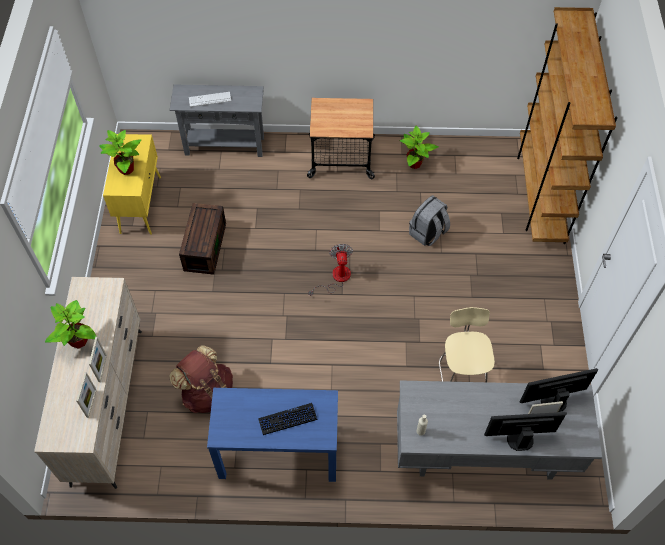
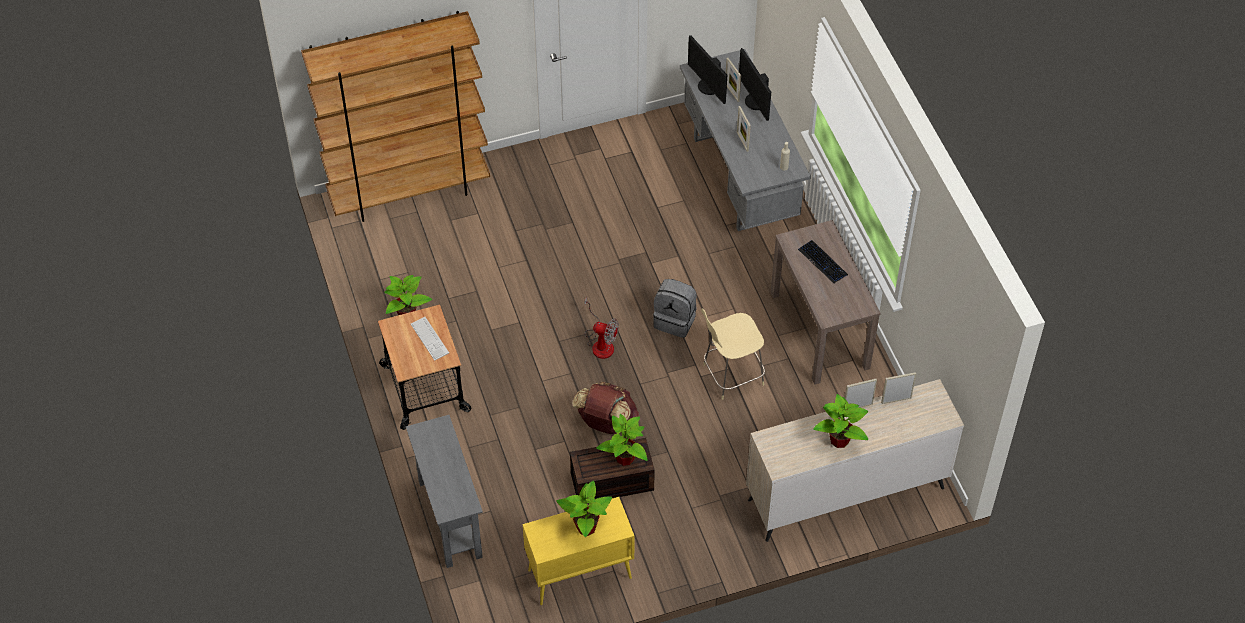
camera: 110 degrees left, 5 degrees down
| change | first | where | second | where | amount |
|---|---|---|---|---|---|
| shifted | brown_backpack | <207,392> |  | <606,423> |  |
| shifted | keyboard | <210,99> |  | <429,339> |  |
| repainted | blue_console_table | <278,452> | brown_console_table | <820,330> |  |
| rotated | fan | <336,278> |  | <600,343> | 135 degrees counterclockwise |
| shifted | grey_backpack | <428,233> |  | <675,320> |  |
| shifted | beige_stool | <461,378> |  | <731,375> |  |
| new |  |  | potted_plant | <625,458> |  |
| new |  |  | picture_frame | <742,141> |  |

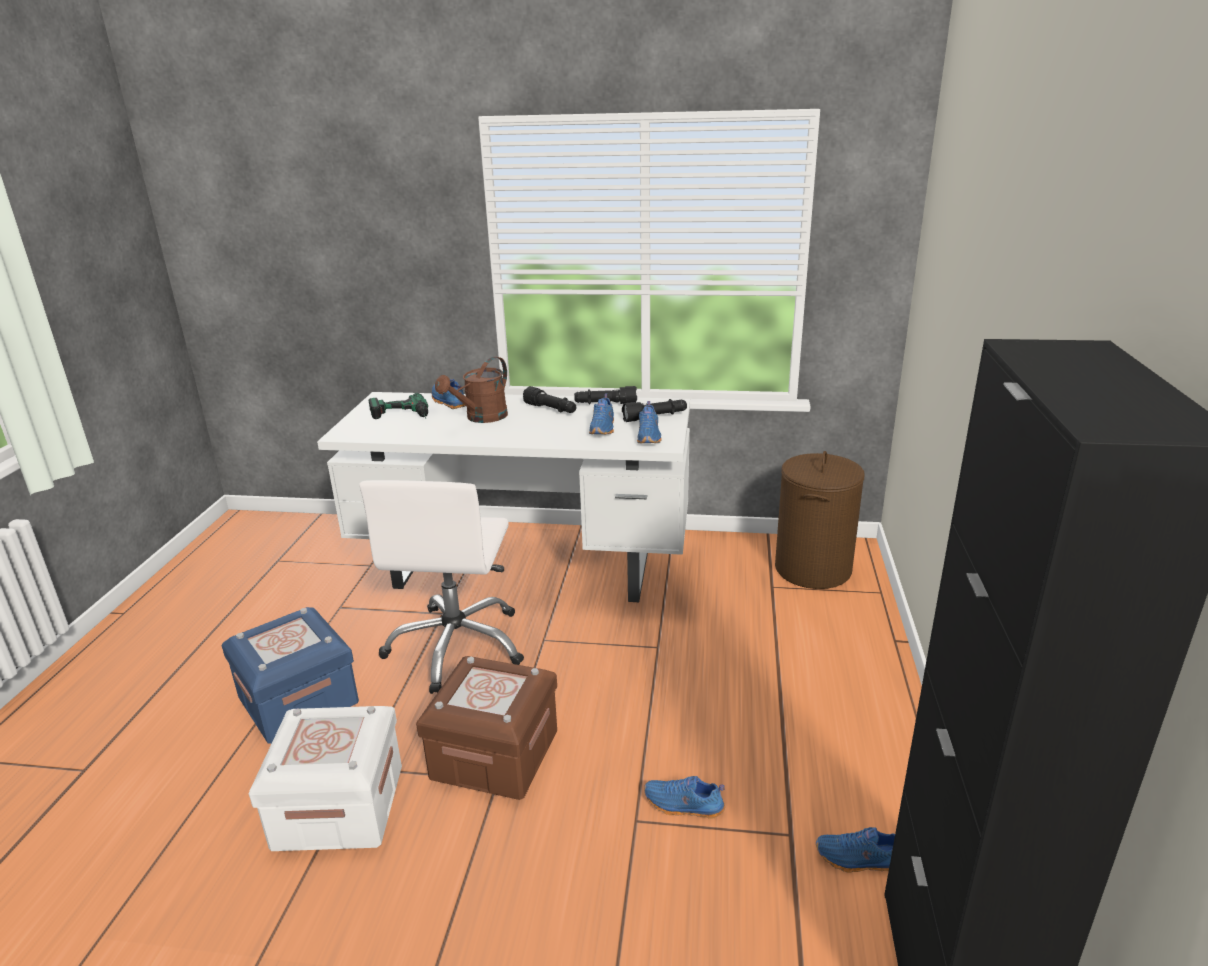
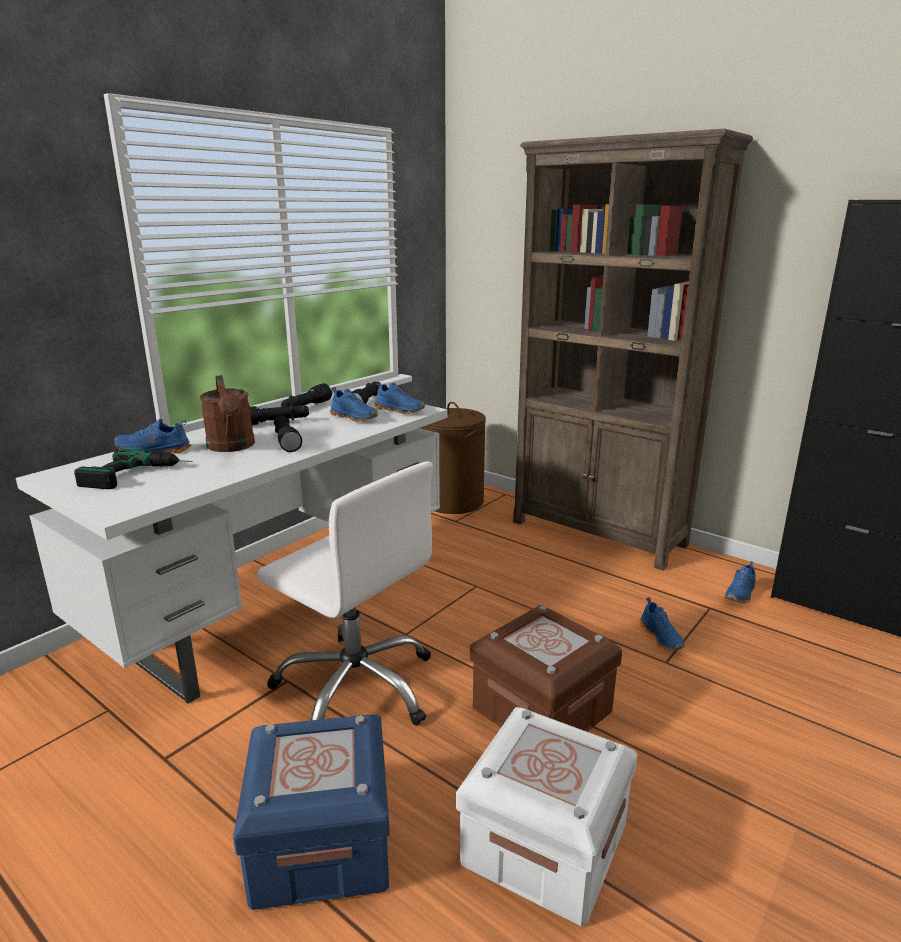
camera: 60 degrees left, 5 degrees down
| change | first | where | second | where | amount |
|---|---|---|---|---|---|
| rotated | blue_shoe | <683,806> |  | <662,637> | 60 degrees counterclockwise |
| new |  |  | black_flashlight | <286,441> |  |
| new |  |  | brown_bookcase | <599,533> |  |

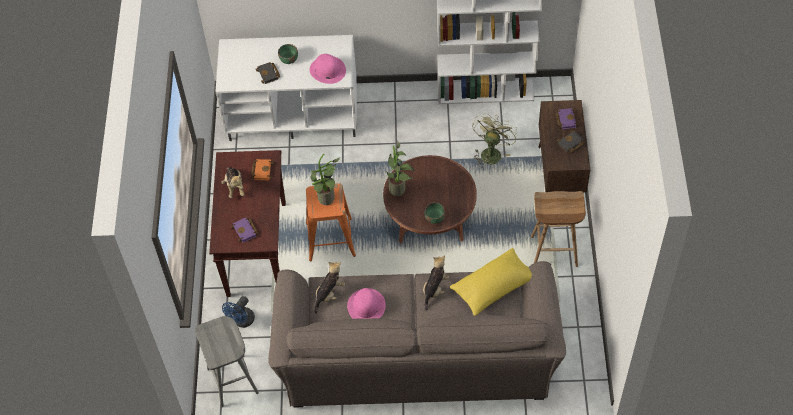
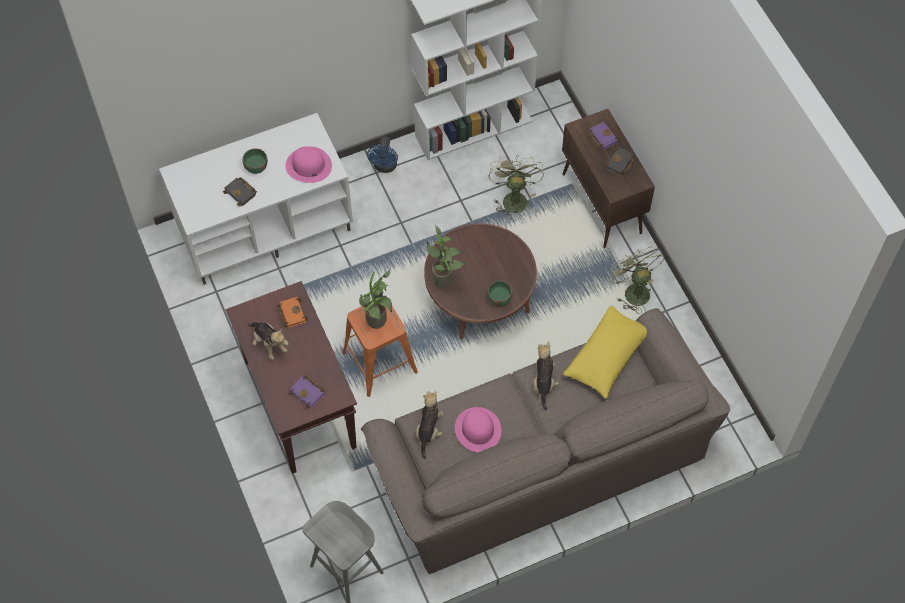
camera: 25 degrees left, 5 degrees up
| change | first | where | second | where | amount |
|---|---|---|---|---|---|
| shifted | blue_fan | <241,321> |  | <384,167> |  |
| swapped | brown_stool | <553,252> | green_fan | <633,290> |  |

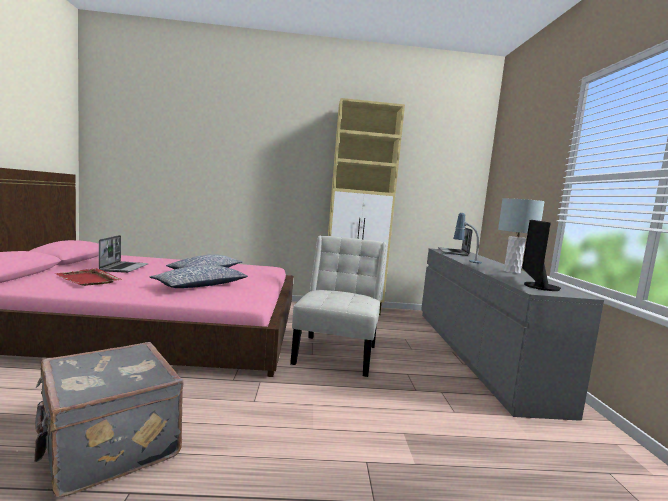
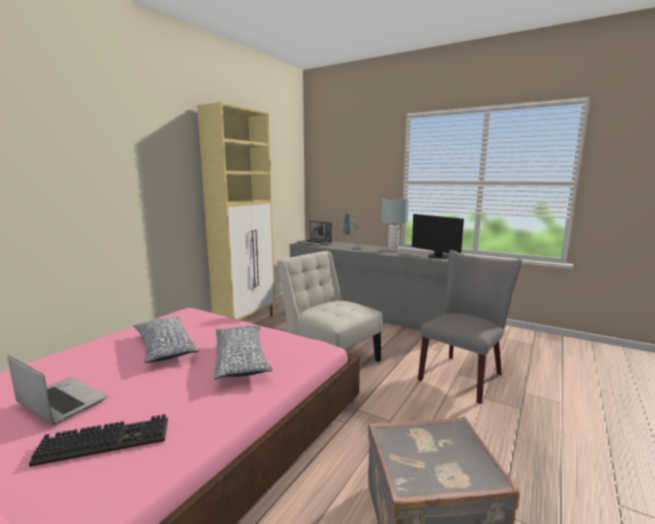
camera: 55 degrees left, 5 degrees up
| change | first | where | second | where | amount |
|---|---|---|---|---|---|
| swapped | red_tray | <88,279> | keyboard | <107,440> |  |
| new |  |  | grey_chair | <463,375> |  |

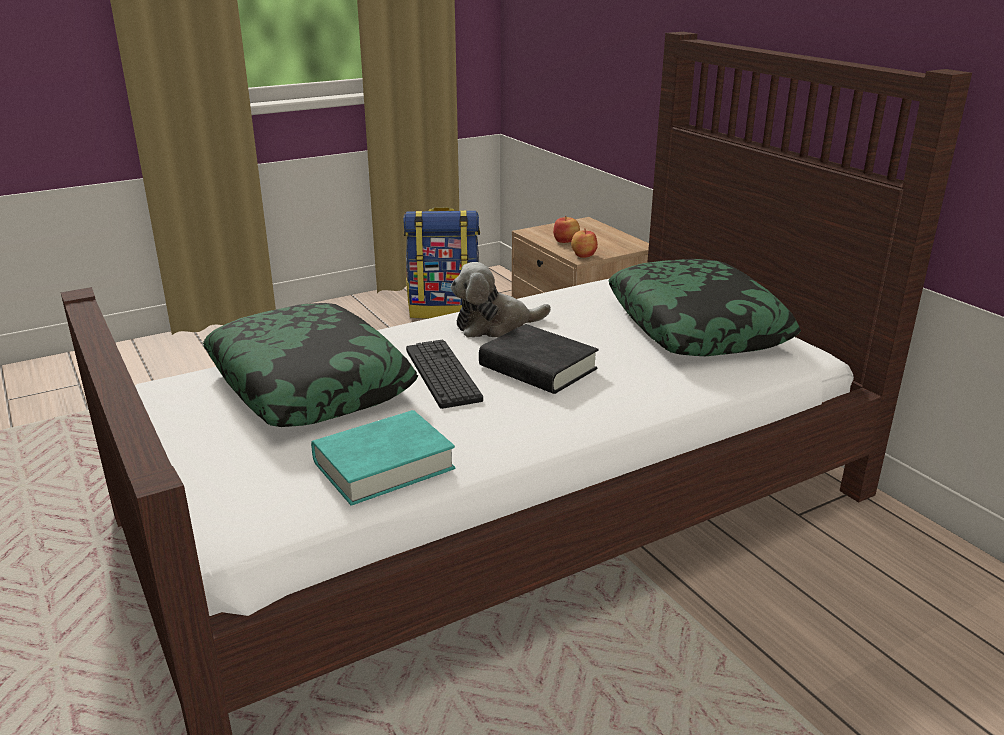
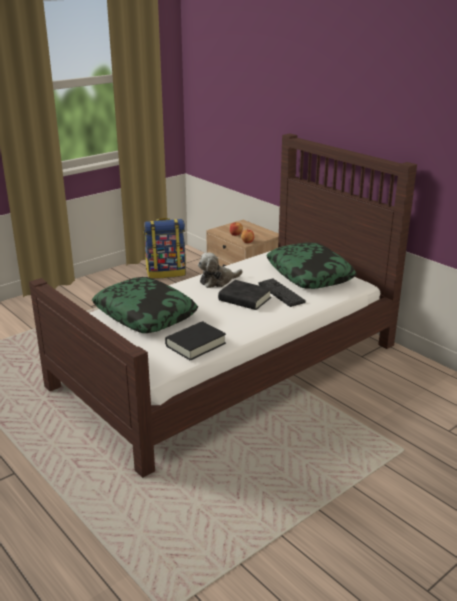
camera: 10 degrees left, 0 degrees up
| change | first | where | second | where | amount |
|---|---|---|---|---|---|
| repainted | turquoise_book | <383,465> | black_book | <195,344> |  |
| shifted | keyboard | <442,374> |  | <281,293> |  |

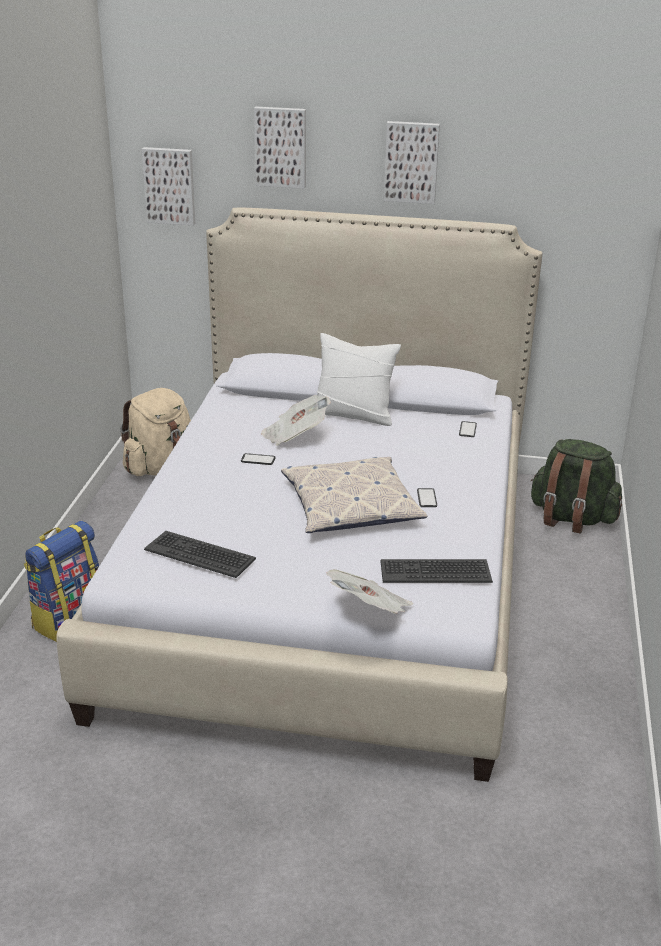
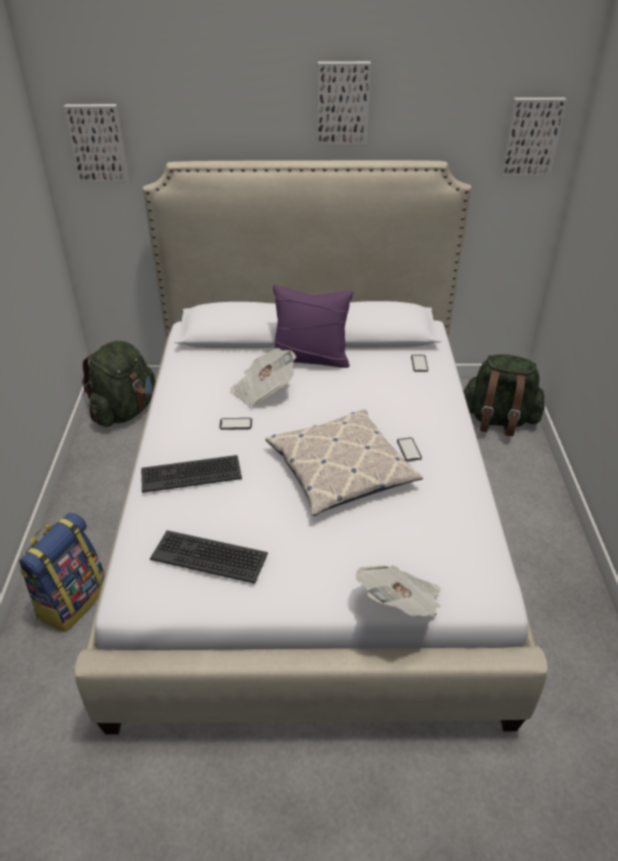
camera: 10 degrees left, 10 degrees up
| change | first | where | second | where | amount |
|---|---|---|---|---|---|
| repainted | beige_backpack | <161,466> | green_backpack | <125,411> |  |
| shifted | picture | <281,147> |  | <531,136> |  |
| repainted | white_pillow | <353,414> | purple_pillow | <310,358> |  |
| shifted | keyboard | <435,571> |  | <191,474> |  |

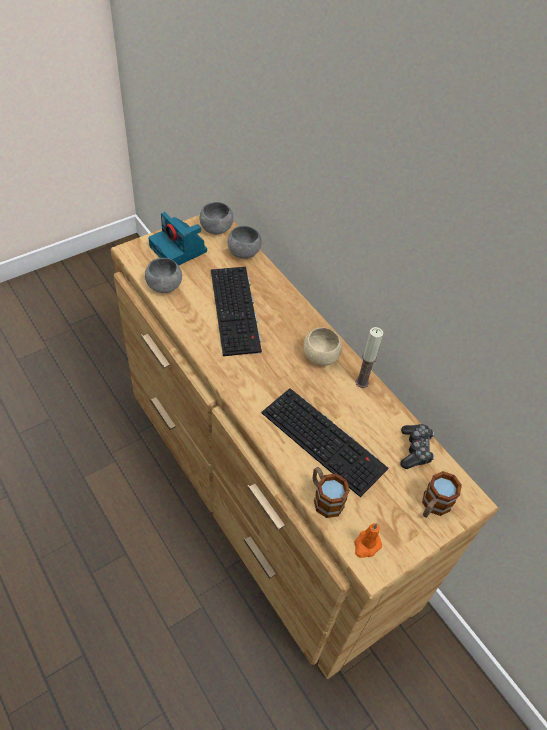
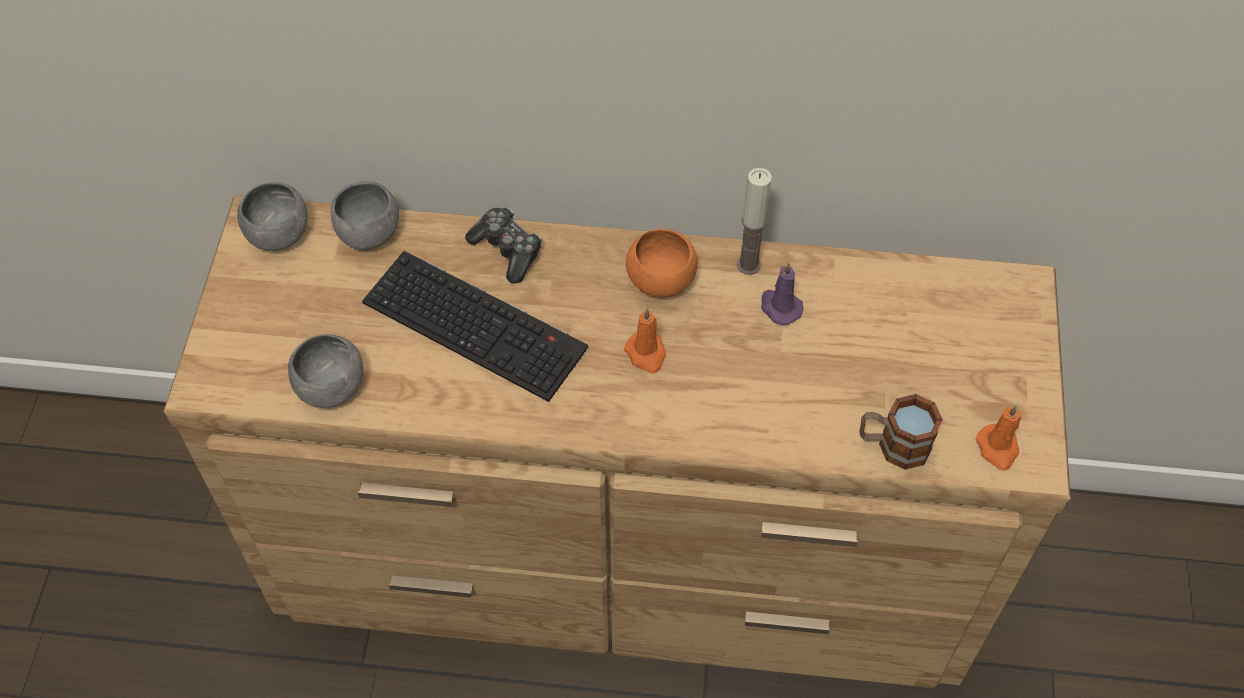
camera: 45 degrees left, 5 degrees up
| change | first | where | second | where | amount |
|---|---|---|---|---|---|
| gone | photo_camera | <179,249> |  |  |  |
| gone | keyboard | <325,440> |  |  |  |
| repainted | beige_bowl | <320,357> | orange_bowl | <661,281> |  |
| shifted | game_controller | <415,449> |  | <507,250> |  |
| gone | mug | <433,506> |  |  |  |
| new |  |  | orange_candle | <646,354> |  |
| new |  |  | purple_candle | <779,307> |  |

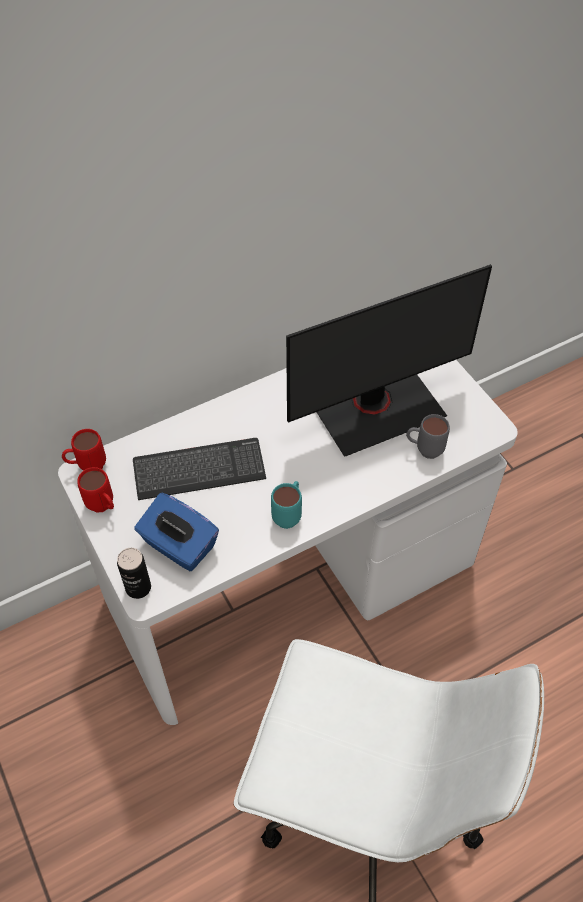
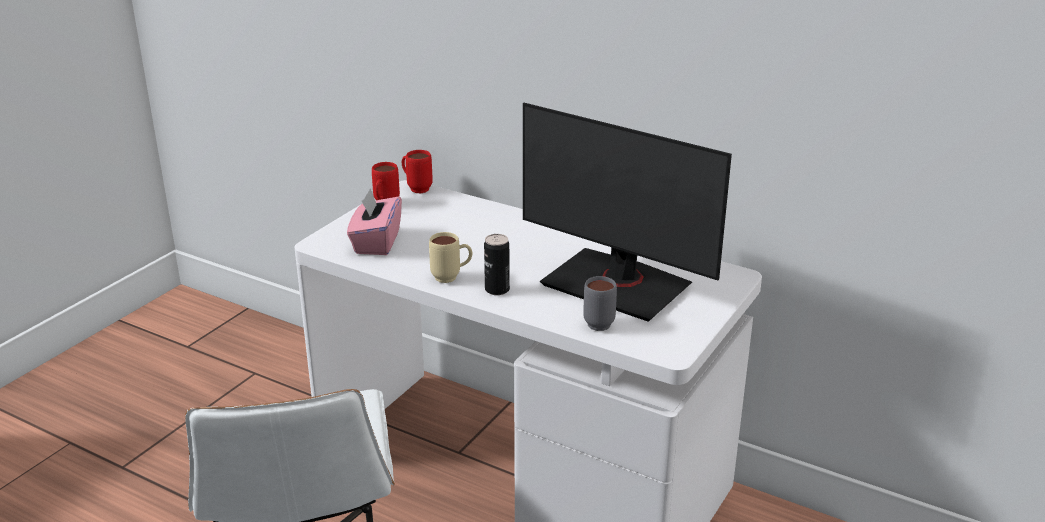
camera: 60 degrees right, 25 degrees down
| change | first | where | second | where | amount |
|---|---|---|---|---|---|
| shifted | can | <138,587> |  | <497,289> |  |
| gone | keyboard | <199,470> |  |  |  |
| repainted | blue_tissue_box | <179,546> | pink_tissue_box | <376,242> |  |
| repainted | turquoise_mug | <289,515> | beige_mug | <451,278> |  |

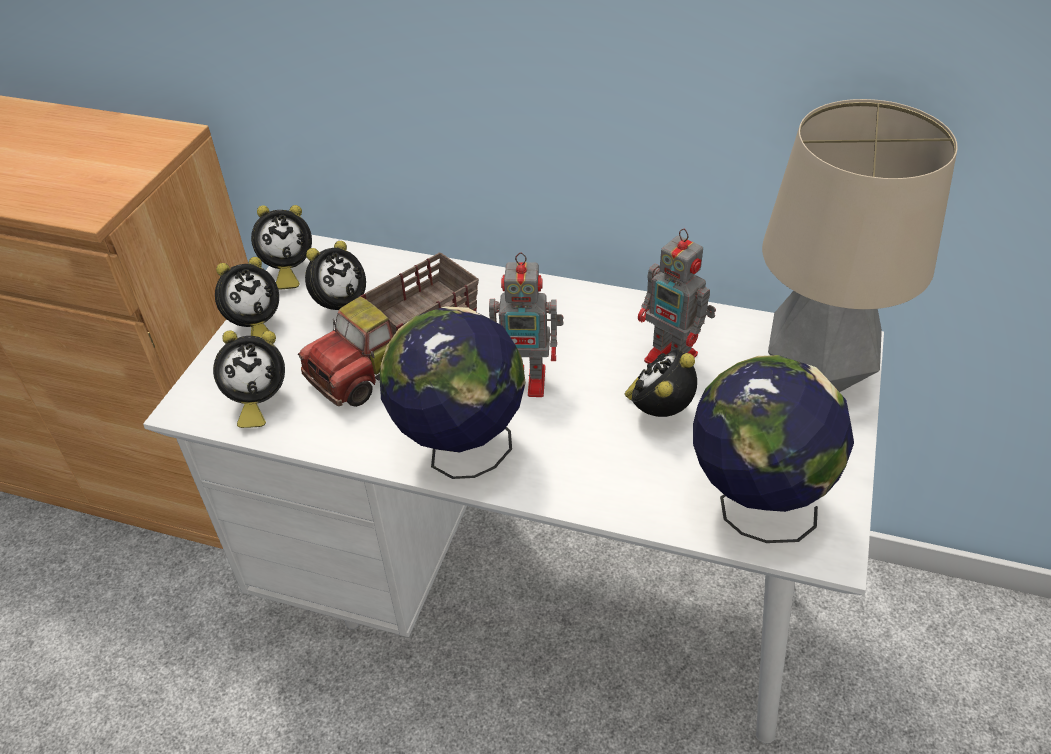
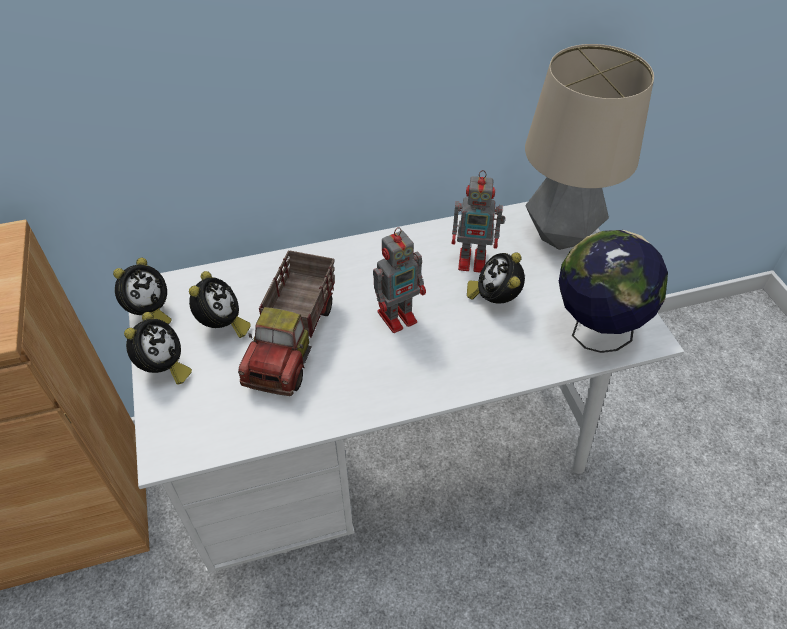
camera: 35 degrees left, 5 degrees up
| change | first | where | second | where | amount |
|---|---|---|---|---|---|
| gone | alarm_clock | <257,403> |  |  |  |
| gone | globe | <460,453> |  |  |  |

